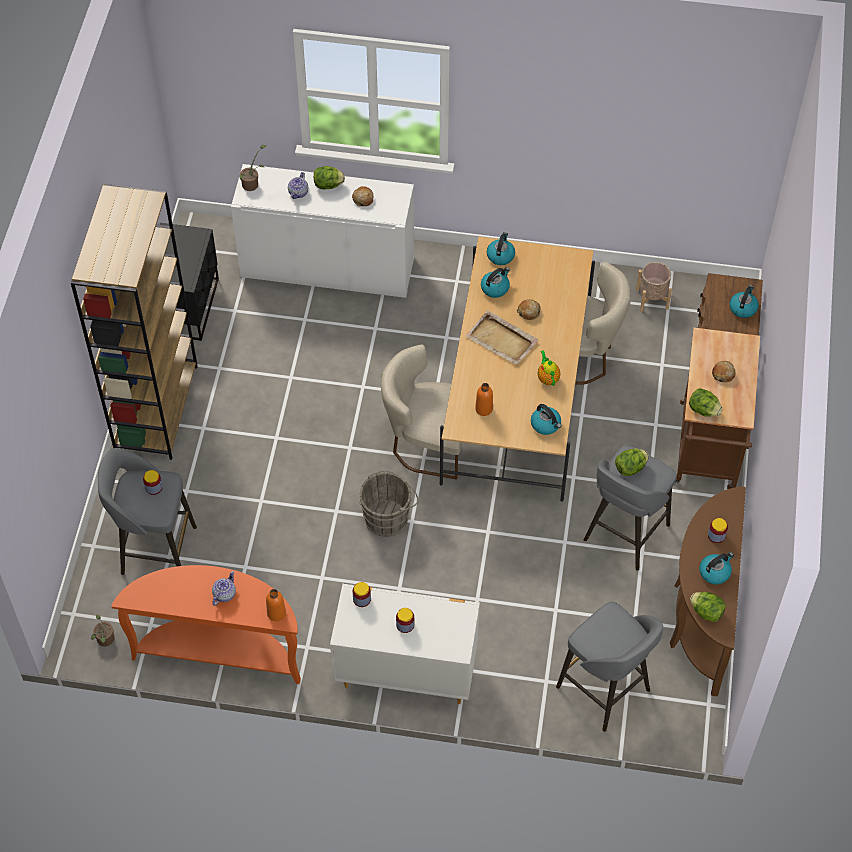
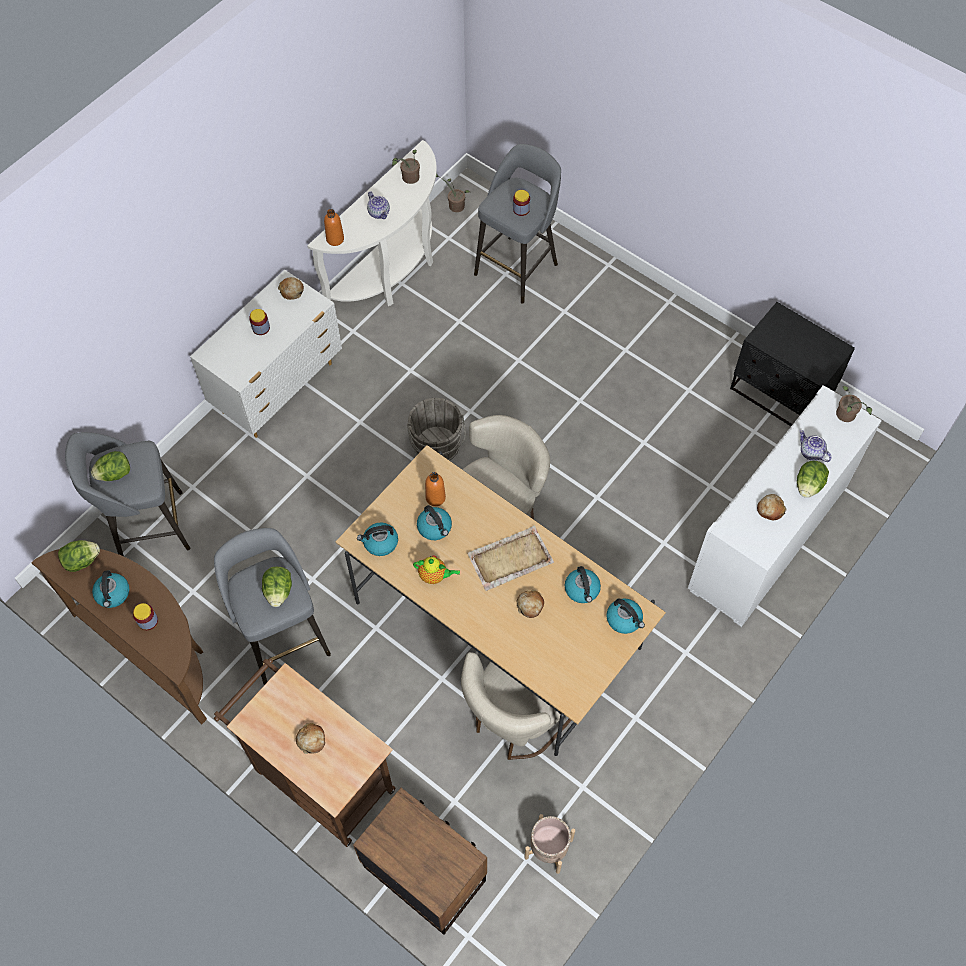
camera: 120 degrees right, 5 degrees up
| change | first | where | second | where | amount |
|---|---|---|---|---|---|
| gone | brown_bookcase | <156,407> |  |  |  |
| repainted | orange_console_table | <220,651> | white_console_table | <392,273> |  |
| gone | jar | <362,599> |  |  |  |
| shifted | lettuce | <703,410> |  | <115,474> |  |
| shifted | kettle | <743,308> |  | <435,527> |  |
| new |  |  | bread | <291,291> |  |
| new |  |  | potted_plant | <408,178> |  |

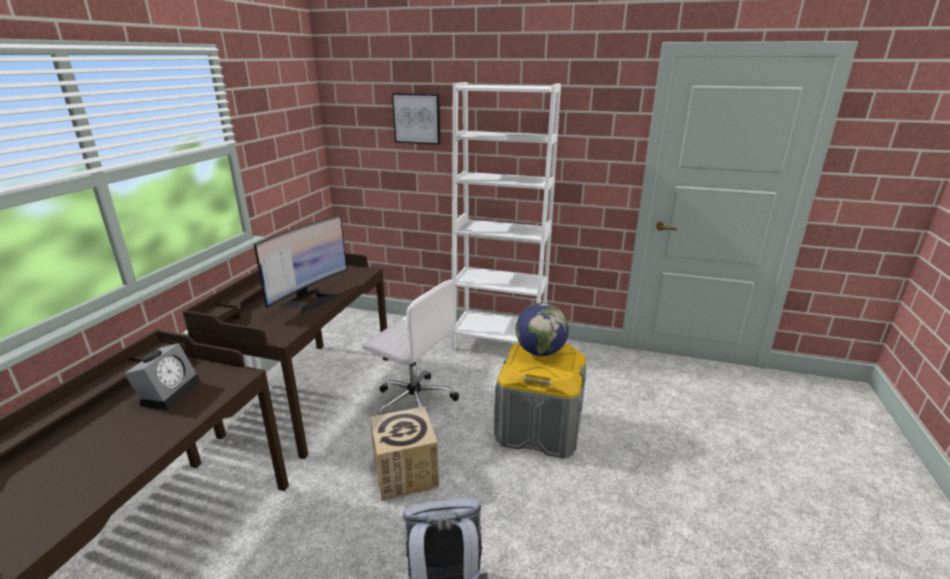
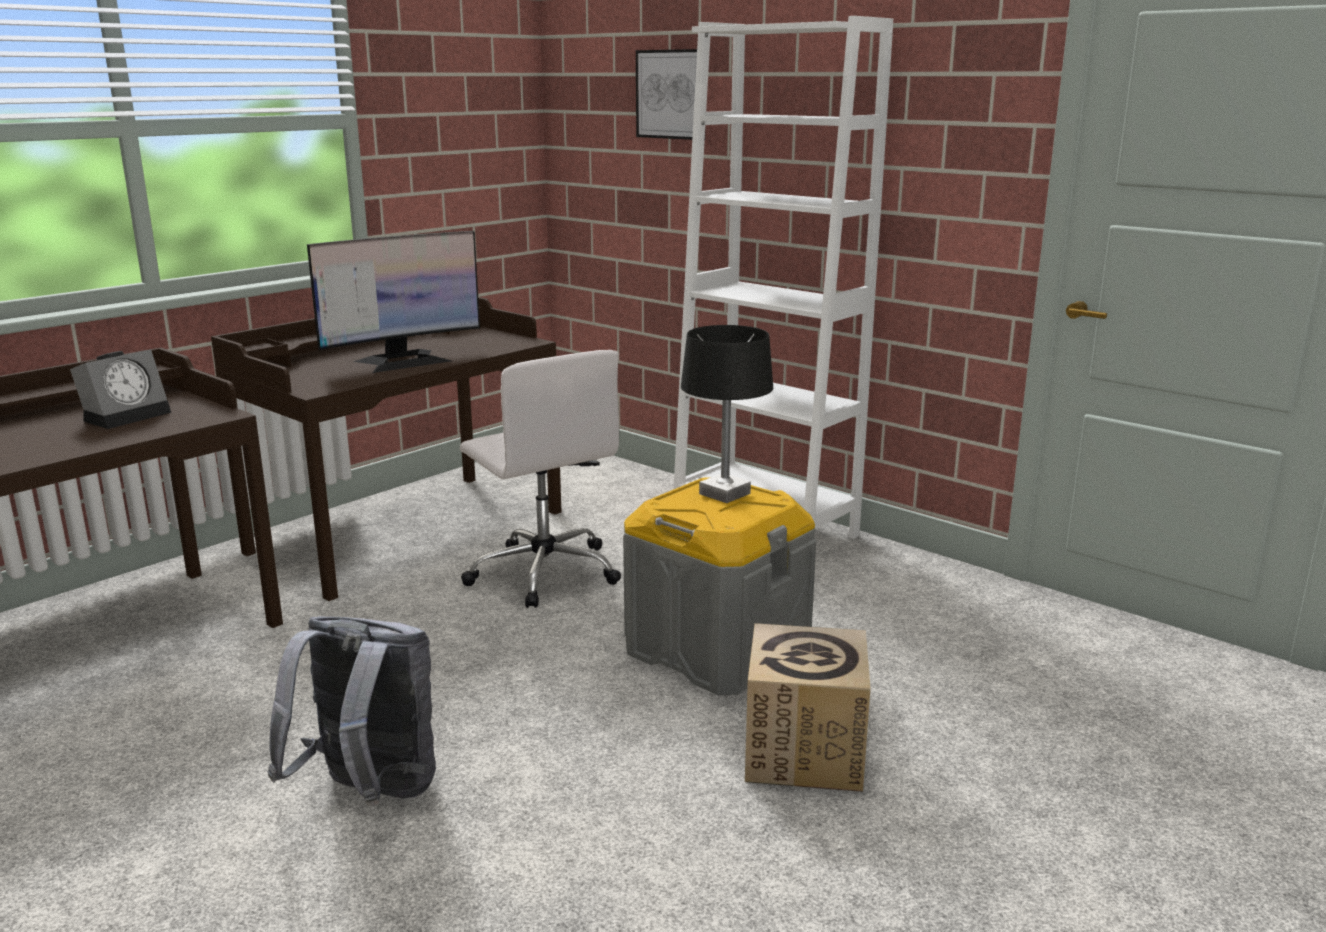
camera: 25 degrees right, 5 degrees down
| change | first | where | second | where | amount |
|---|---|---|---|---|---|
| shifted | cardboard_box | <405,472> |  | <804,752> |  |
| swapped | globe | <540,352> | black_table_lamp | <724,494> |  |

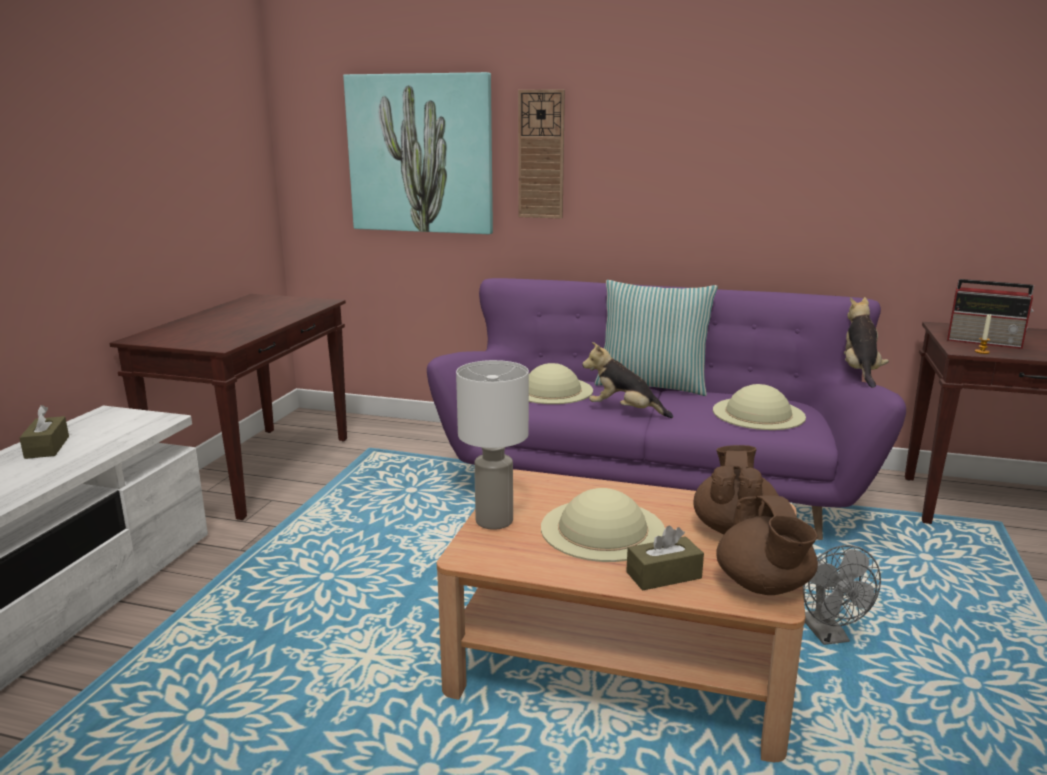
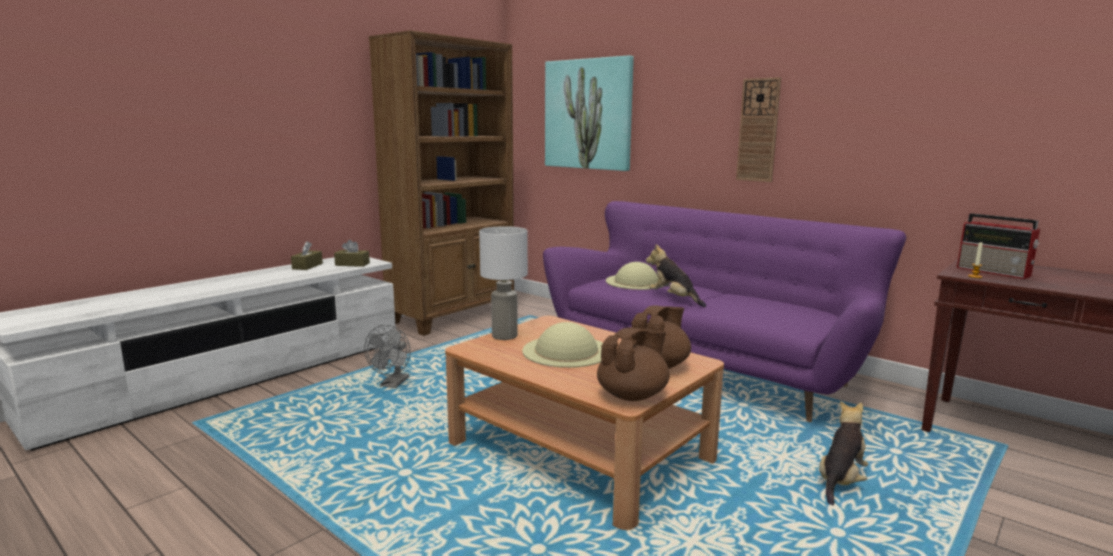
camera: 25 degrees right, 5 degrees down
| change | first | where | second | where | amount |
|---|---|---|---|---|---|
| swapped | brown_console_table | <257,469> | brown_bookcase | <453,316> |  |
| shifted | wall_clock | <541,155> |  | <758,130> |  |
| gone | pillow | <652,385> |  |  |  |
| shifted | brown_tissue_box | <663,575> |  | <352,264> |  |
| gone | beige_hat | <758,413> |  |  |  |
| rotated | brown_teapot | <764,586> |  | <633,395> | 150 degrees counterclockwise |
| shifted | grey_fan | <829,636> |  | <392,385> |  |
| shifted | plush_toy | <860,372> |  | <840,481> |  |

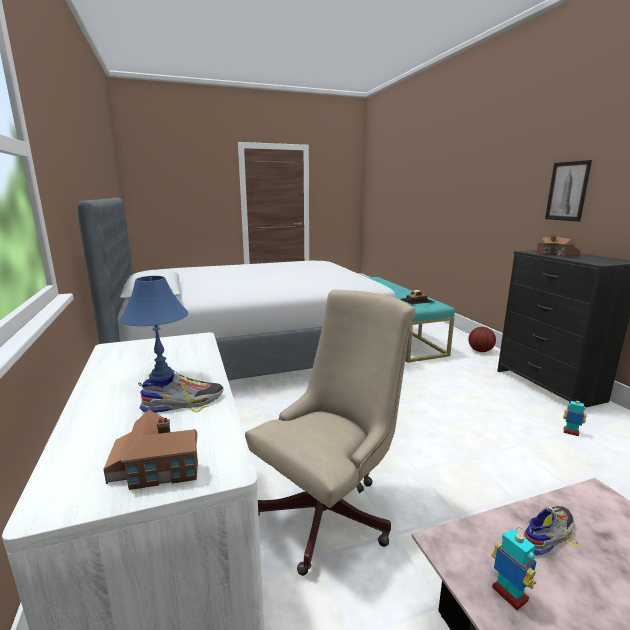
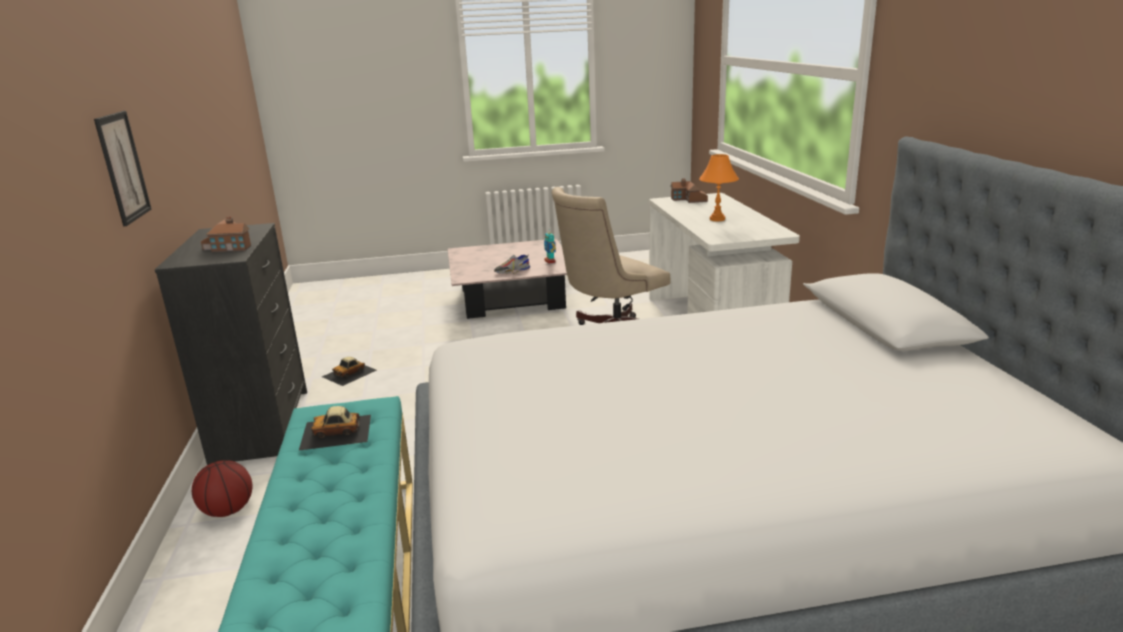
camera: 170 degrees left, 5 degrees up
| change | first | where | second | where | amount |
|---|---|---|---|---|---|
| repainted | blue_table_lamp | <163,378> | orange_table_lamp | <717,219> |  |
| gone | shoe | <184,402> |  |  |  |
| swapped | toy_robot | <571,432> | toy_car | <349,373> |  |

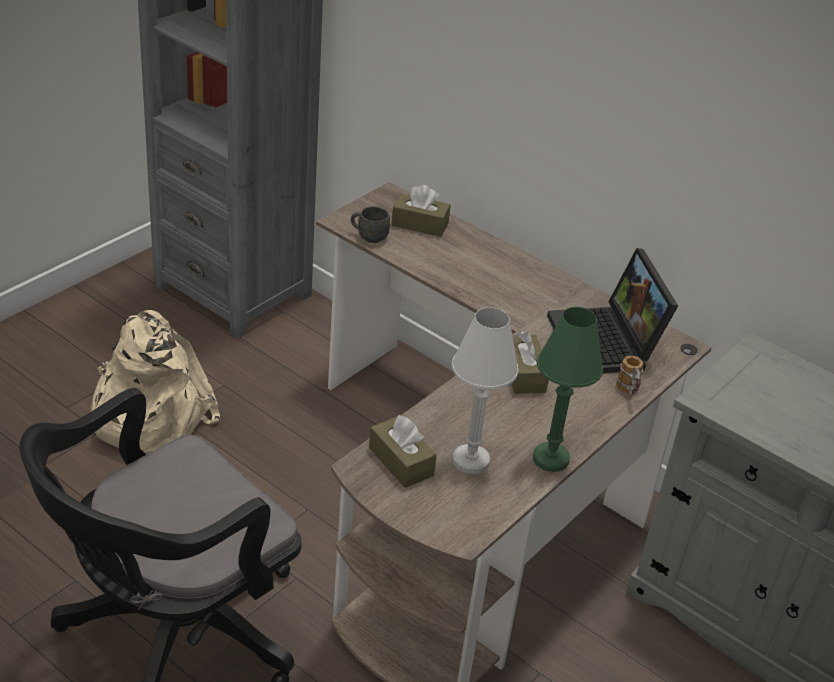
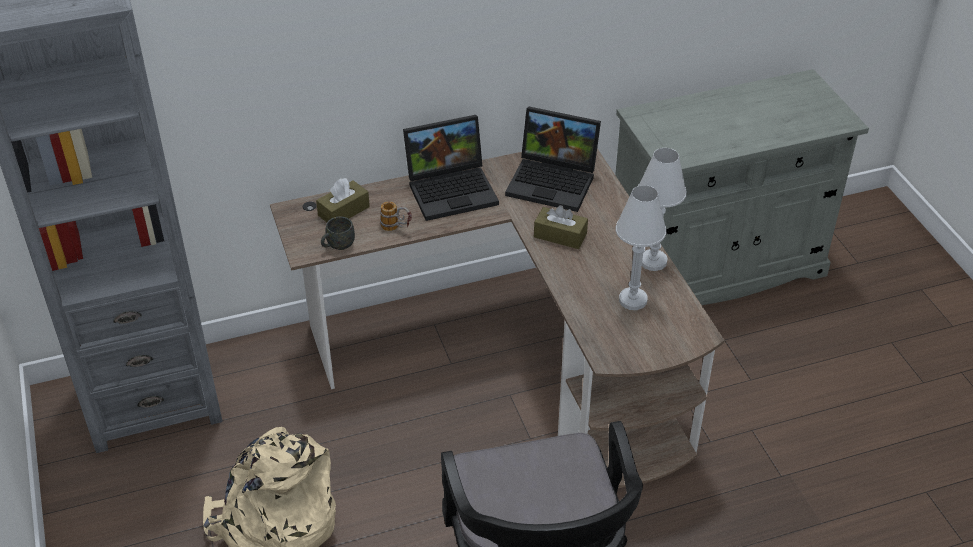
camera: 55 degrees left, 5 degrees up
| change | first | where | second | where | amount |
|---|---|---|---|---|---|
| gone | brown_tissue_box | <401,461> |  |  |  |
| repainted | green_table_lamp | <550,459> | white_table_lamp | <653,261> |  |
| shifted | mug | <628,393> |  | <397,228> |  |
| new |  |  | laptop | <453,189> |  |

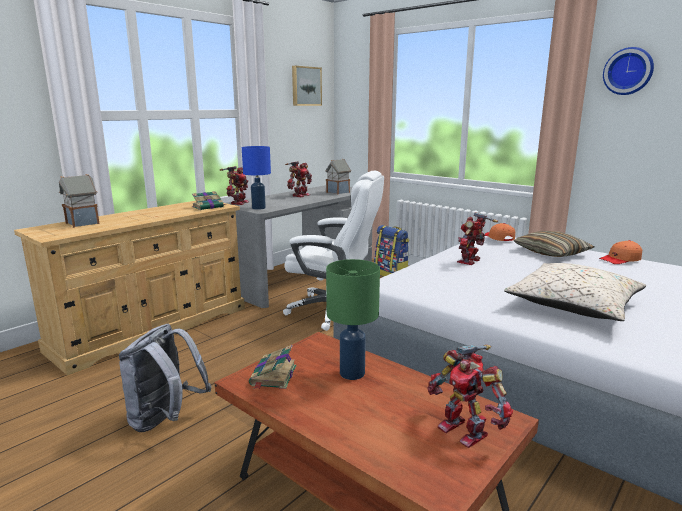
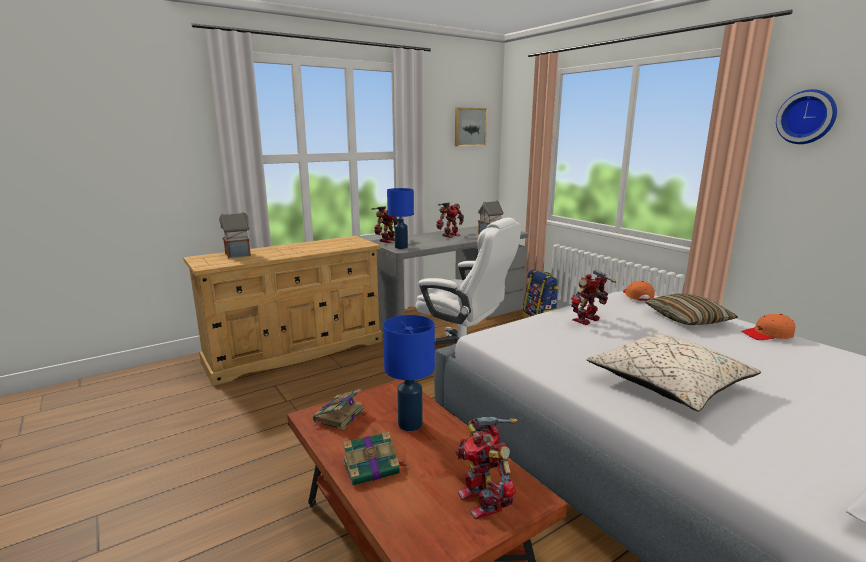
camera: 15 degrees right, 0 degrees up
| change | first | where | second | where | amount |
|---|---|---|---|---|---|
| gone | grey_backpack | <165,420> |  |  |  |
| shifted | book | <209,207> |  | <372,467> |  |
| repainted | green_table_lamp | <352,373> | blue_table_lamp | <410,424> |  |

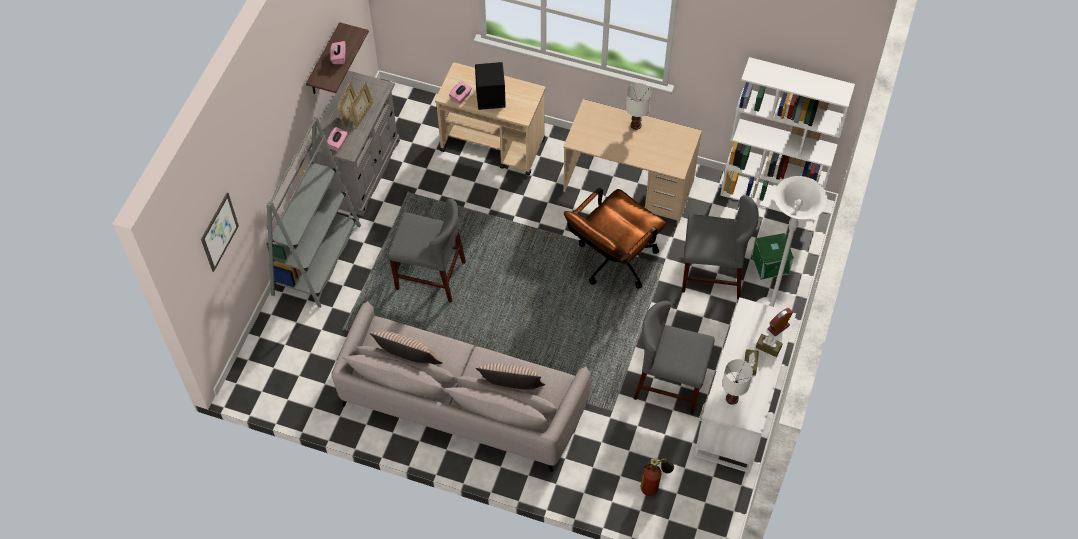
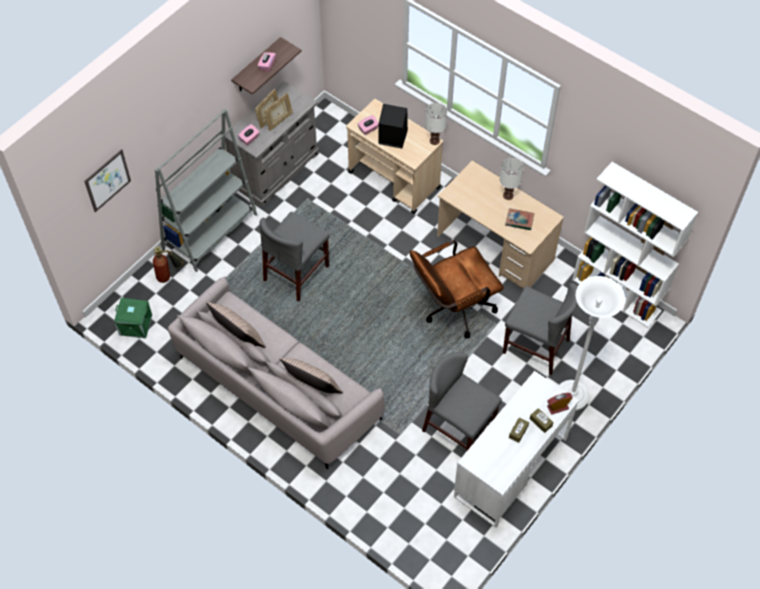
camera: 20 degrees right, 0 degrees up
| change | first | where | second | where | amount |
|---|---|---|---|---|---|
| rotated | grey_chair | <430,275> |  | <296,273> | 90 degrees clockwise |
| shifted | fire_extinguisher | <654,484> |  | <169,276> |  |
| shifted | white_table_lamp | <732,399> |  | <434,141> |  |
| shifted | green_storage_box | <770,265> |  | <135,325> |  |
| new |  |  | book | <519,220> |  |

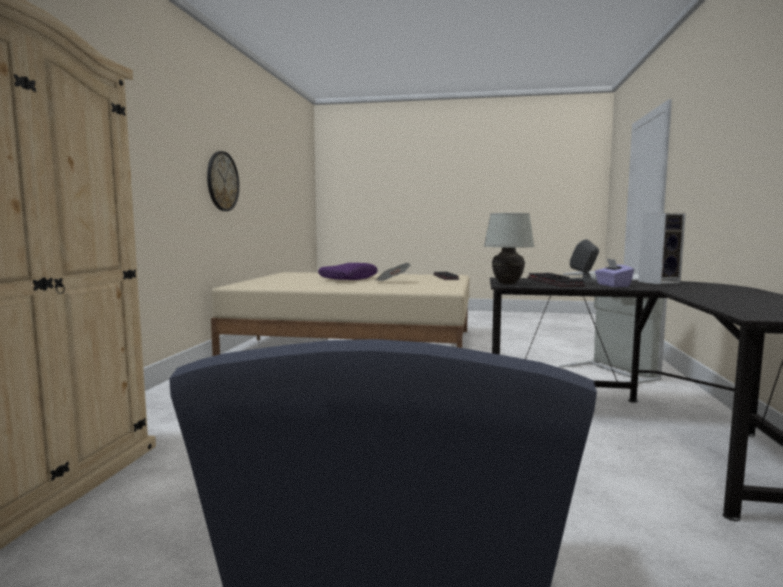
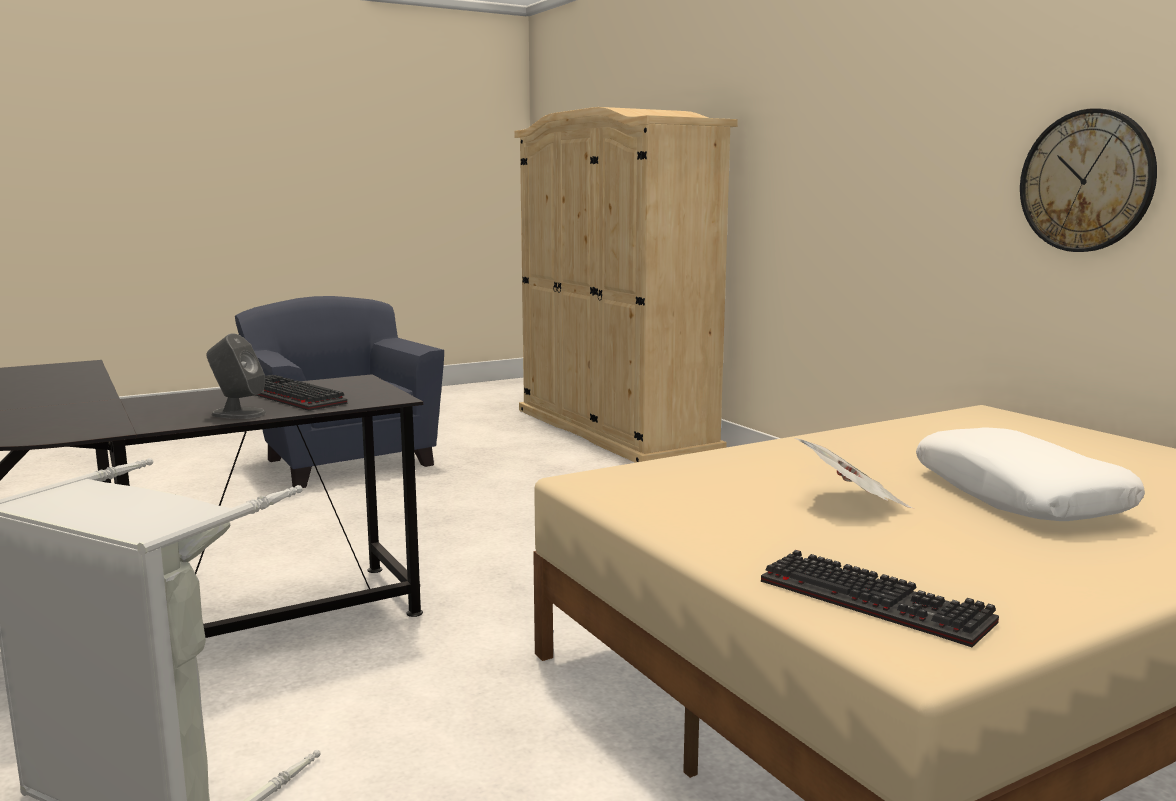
camera: 140 degrees right, 5 degrees up
| change | first | where | second | where | amount |
|---|---|---|---|---|---|
| repainted | purple_pillow | <348,279> | white_pillow | <1019,495> |  |
| gone | white_table_lamp | <508,284> |  |  |  |
| gone | purple_tissue_box | <612,285> |  |  |  |
| gone | speaker | <659,282> |  |  |  |

